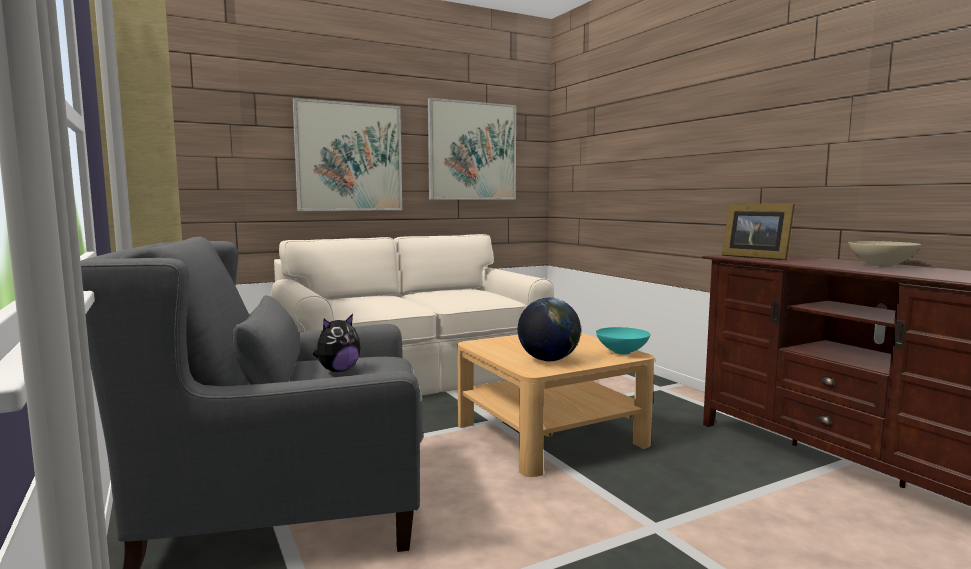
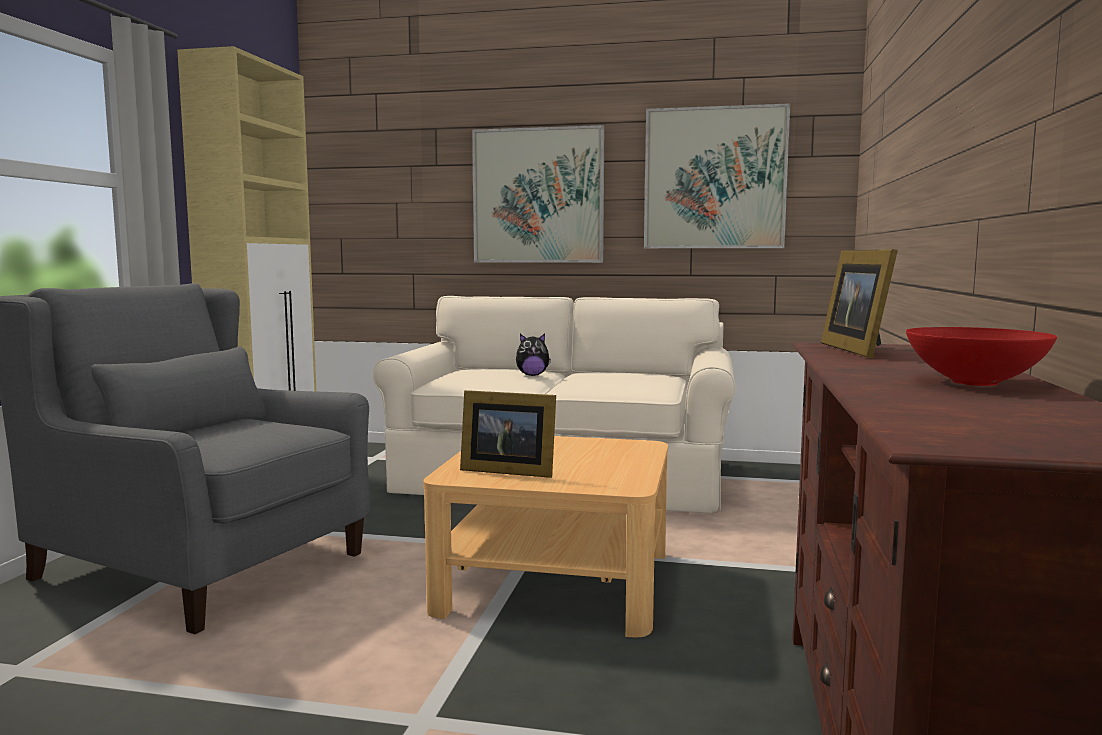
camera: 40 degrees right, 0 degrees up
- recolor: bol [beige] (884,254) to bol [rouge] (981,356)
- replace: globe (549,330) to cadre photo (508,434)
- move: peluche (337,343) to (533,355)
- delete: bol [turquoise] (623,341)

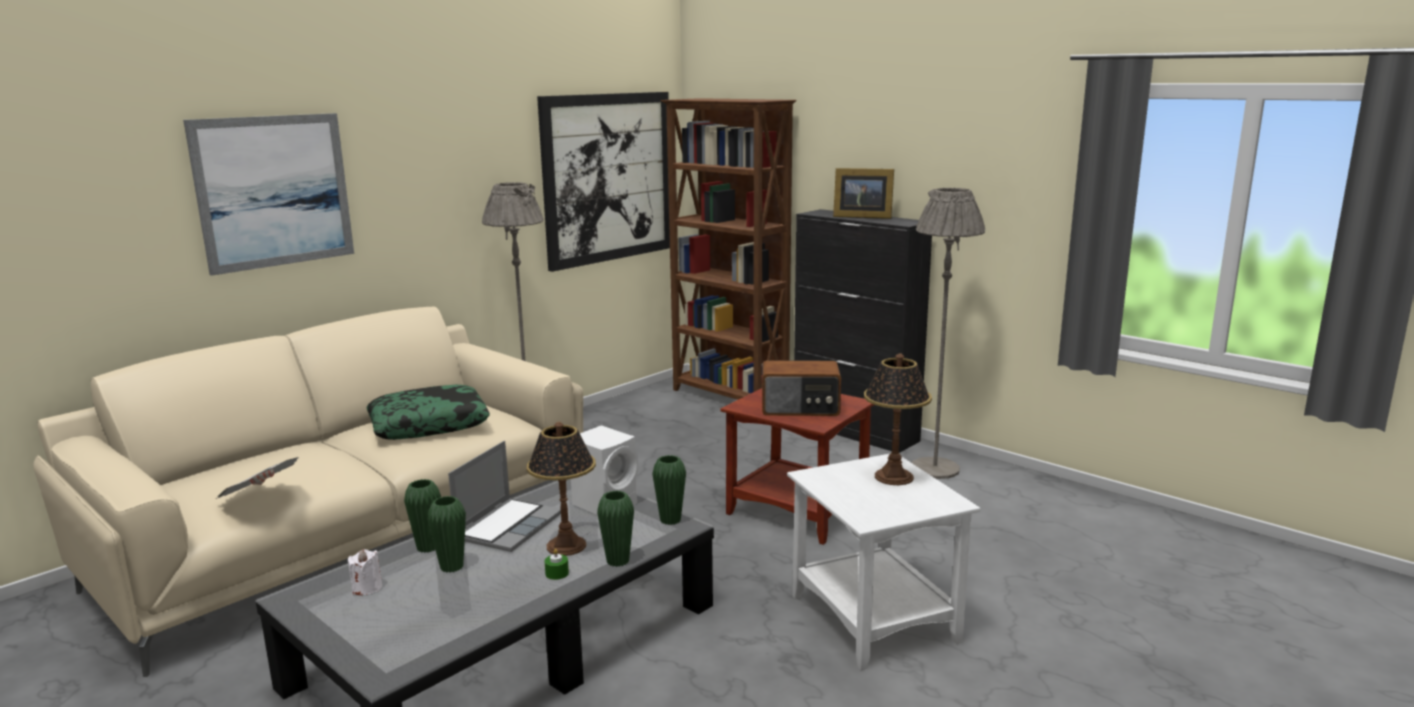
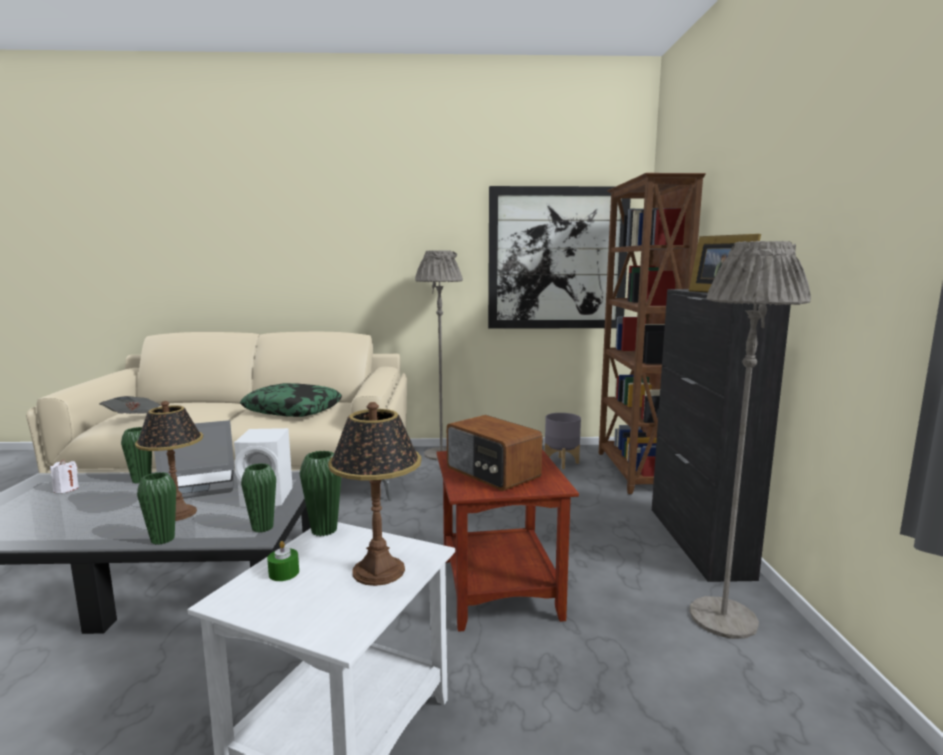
camera: 45 degrees right, 5 degrees down
- delete: tableau (268,194)
- move: vase [vert] (447,534) to (320,493)
- move: bougie [vert] (556,564) to (283,561)
- insert: cache-pot [gris] (563,441)

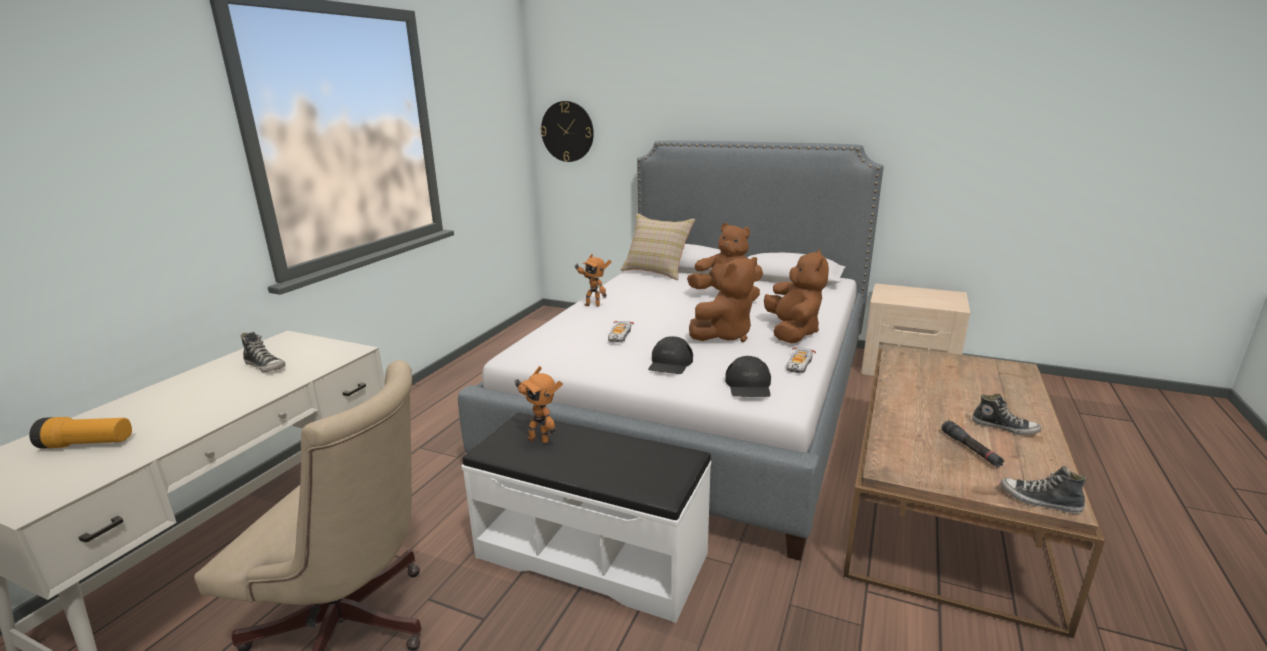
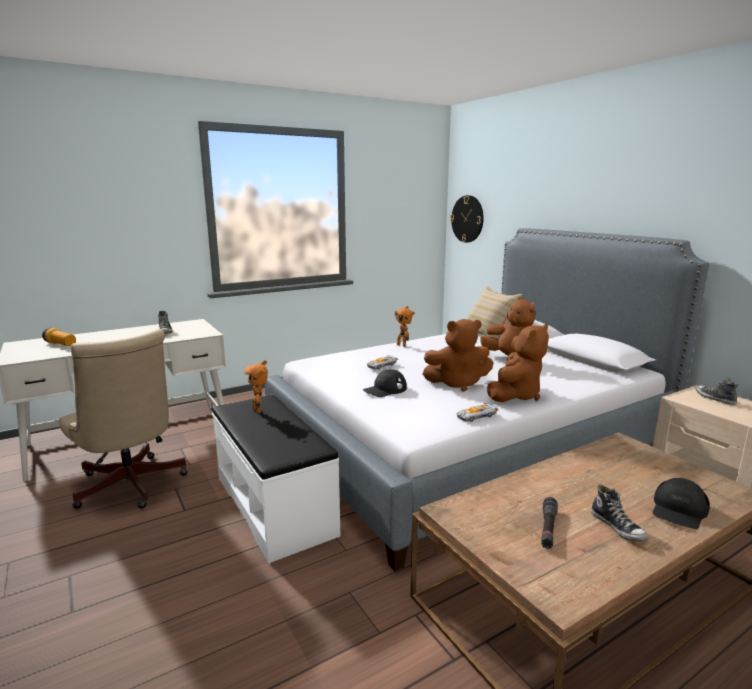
camera: 35 degrees right, 5 degrees down
- move: casquette [noir] (748,376) to (681,503)
- move: chaussure (1043,489) to (716,391)

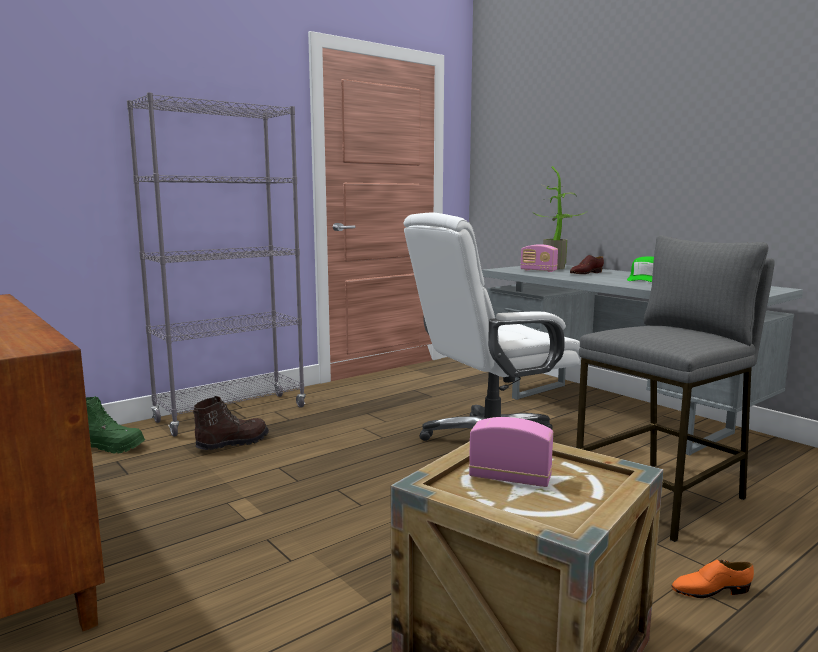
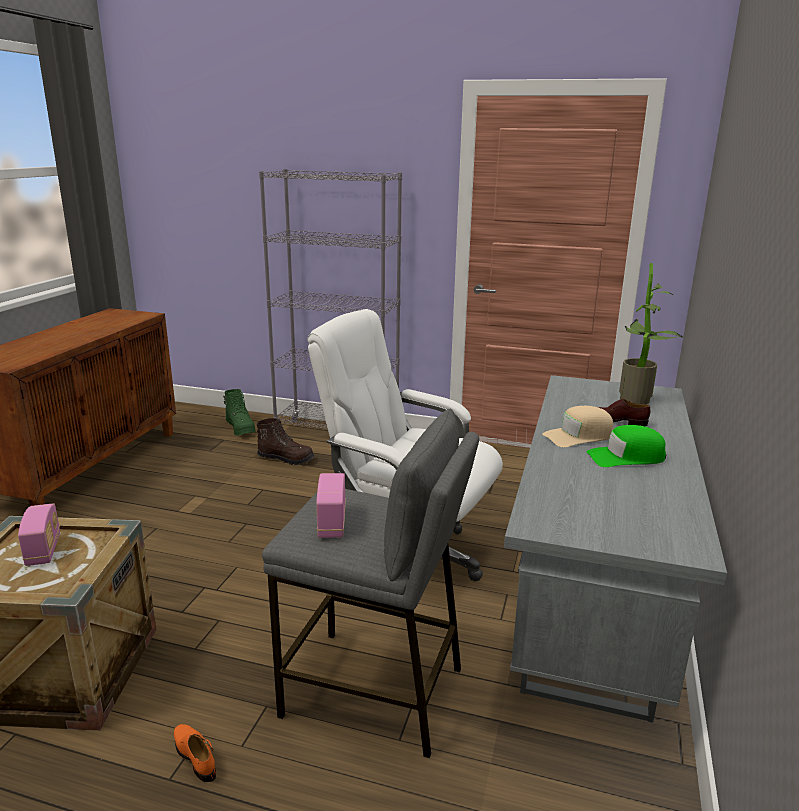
camera: 55 degrees right, 10 degrees up
- move: radio (539,258) to (331,505)
- insert: casquette [beige] (577,426)

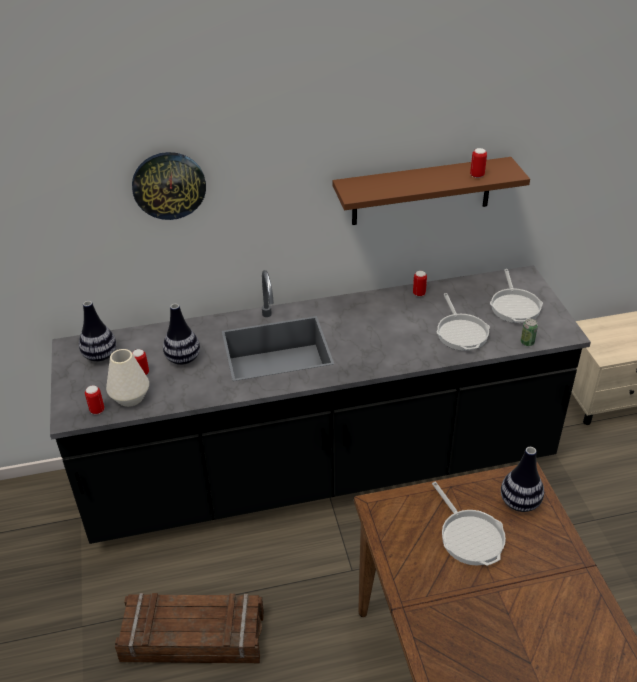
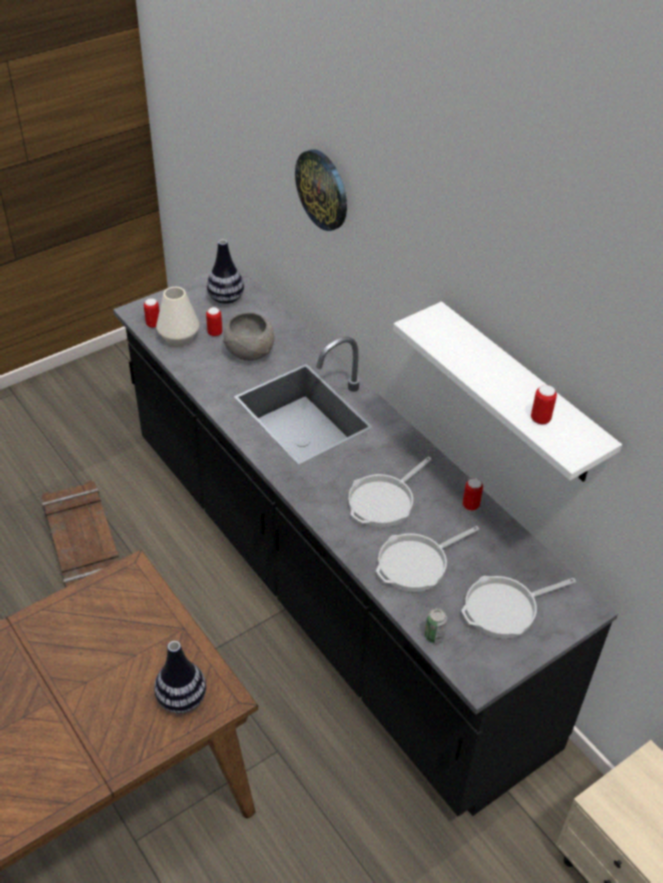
camera: 65 degrees right, 5 degrees up
- recolor: étagère [marron] (431,191) to étagère [blanc] (507,392)
- replace: vase (181,334) to bol [gris] (248,336)
- move: poêle (469,524) to (390,492)

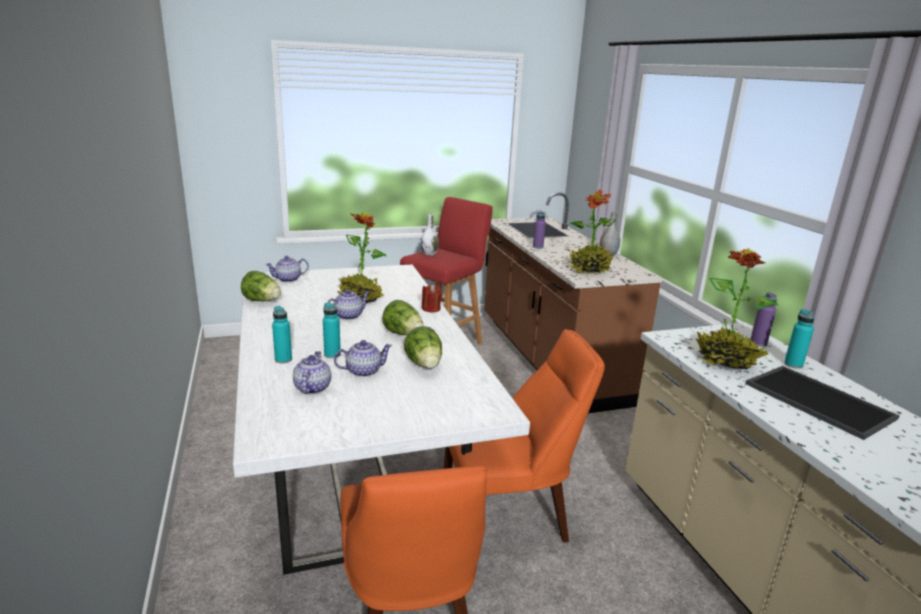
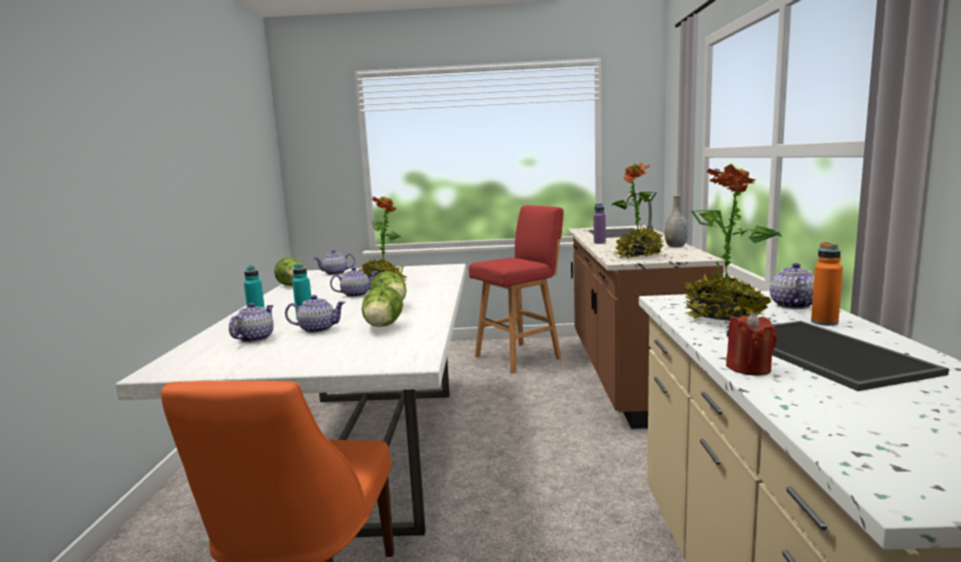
camera: 20 degrees right, 10 degrees down
- delete: vase [blanc] (430,234)
- move: bougie [rouge] (432,298) to (751,344)
- replace: bouteille [violet] (764,319) to théière (792,286)
- recolor: bouteille [turquoise] (799,339) to bouteille [orange] (827,284)
- delete: chaise [orange] (524,435)

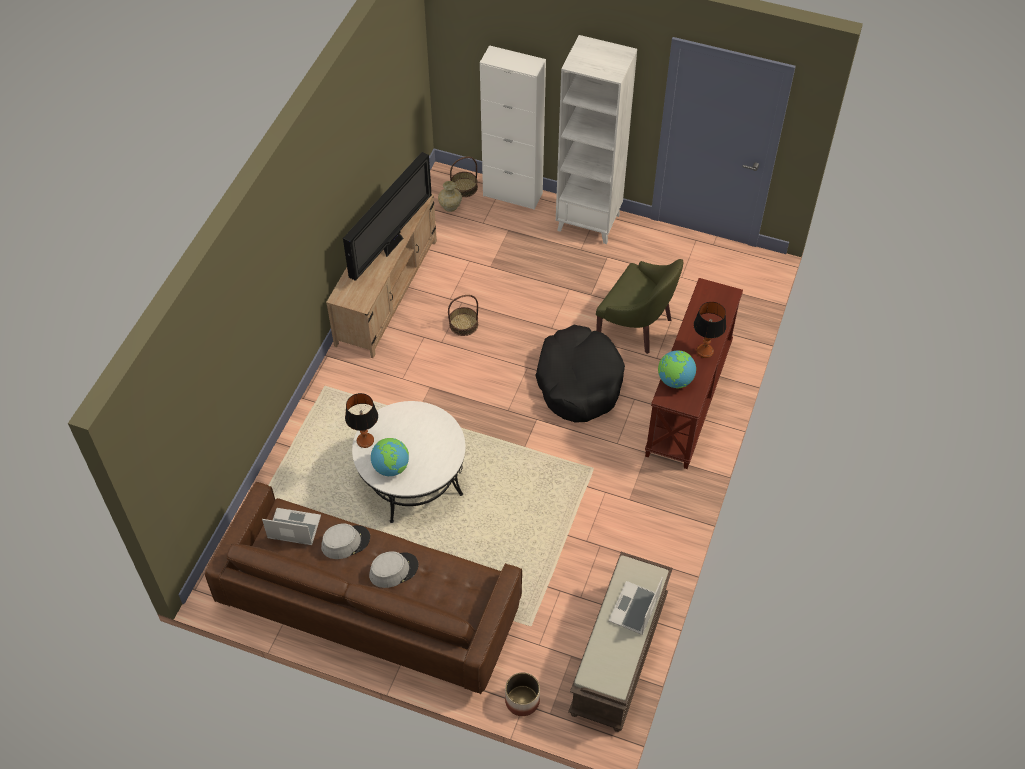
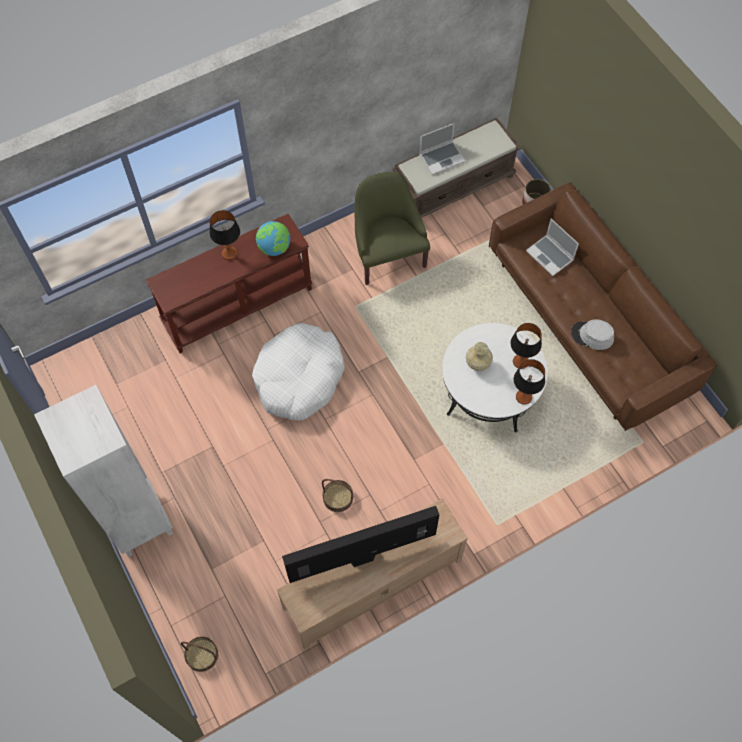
camera: 140 degrees left, 10 degrees up
- delete: meuble de rangement [blanc] (513,127)
- move: vase [beige] (450,196) to (479,356)
- move: fauteuil [vert] (640,306) to (392,228)
- recolor: panier pour chien [noir] (580,374) to panier pour chien [blanc] (298,372)
- replace: globe (390,457) to lampe de table (526,346)
- move: ordinateur portable (291,526) to (552,247)
- delete: chapeau [gris] (394,569)

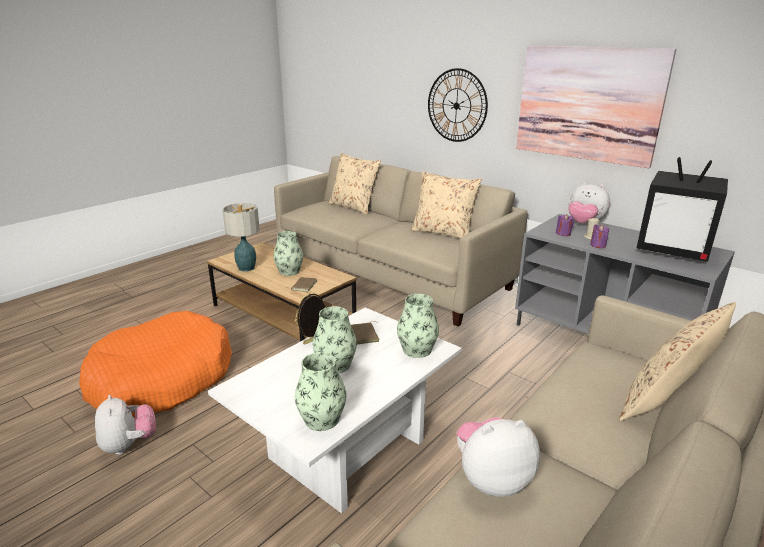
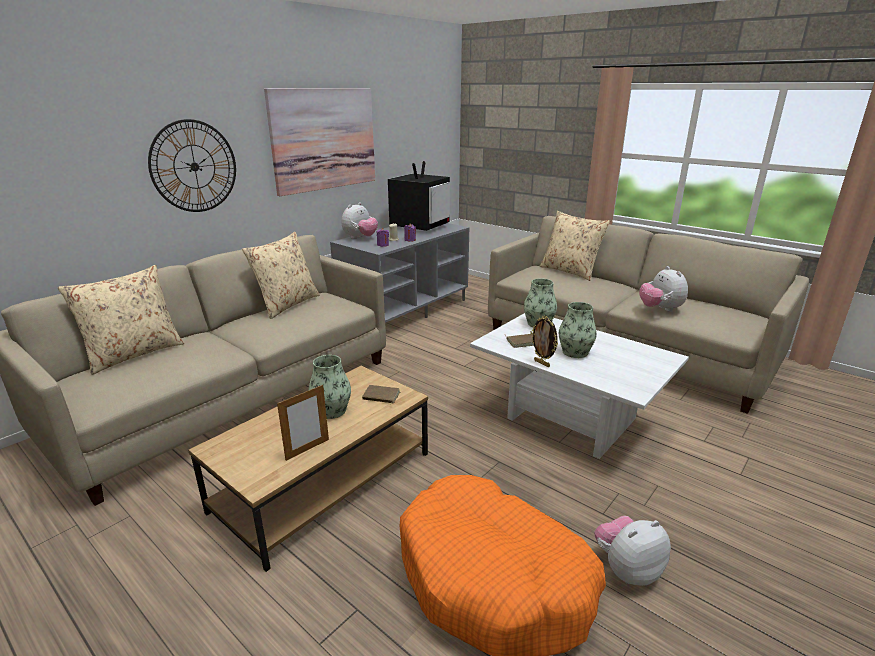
camera: 90 degrees left, 0 degrees up
- replace: lampe de table (241,237) to cadre photo (303,423)
- delete: vase (320,391)

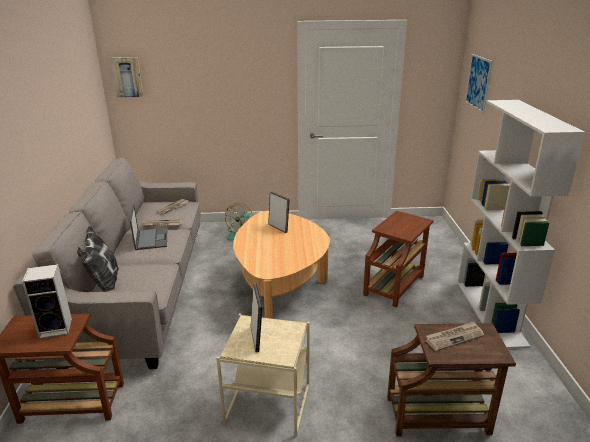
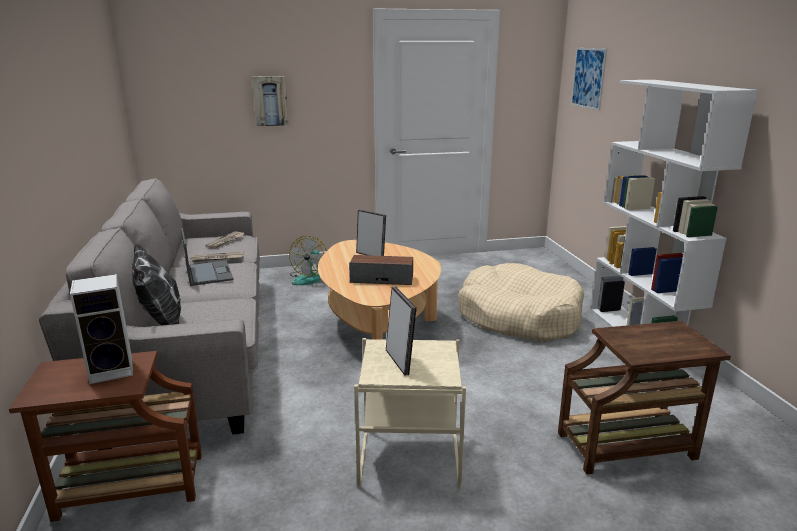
camera: 10 degrees left, 5 degrees down
- move: tableau (127,77) to (270,101)
- replace: table d'appoint [marron] (398,259) to panier pour chien [beige] (521,302)
- delete: journal (455,336)
- insert: enceinte (381,270)

